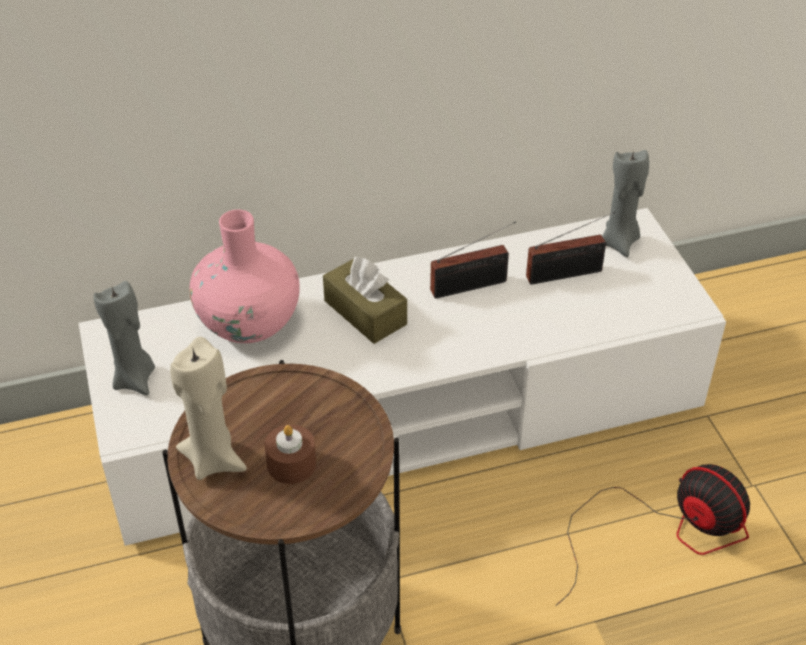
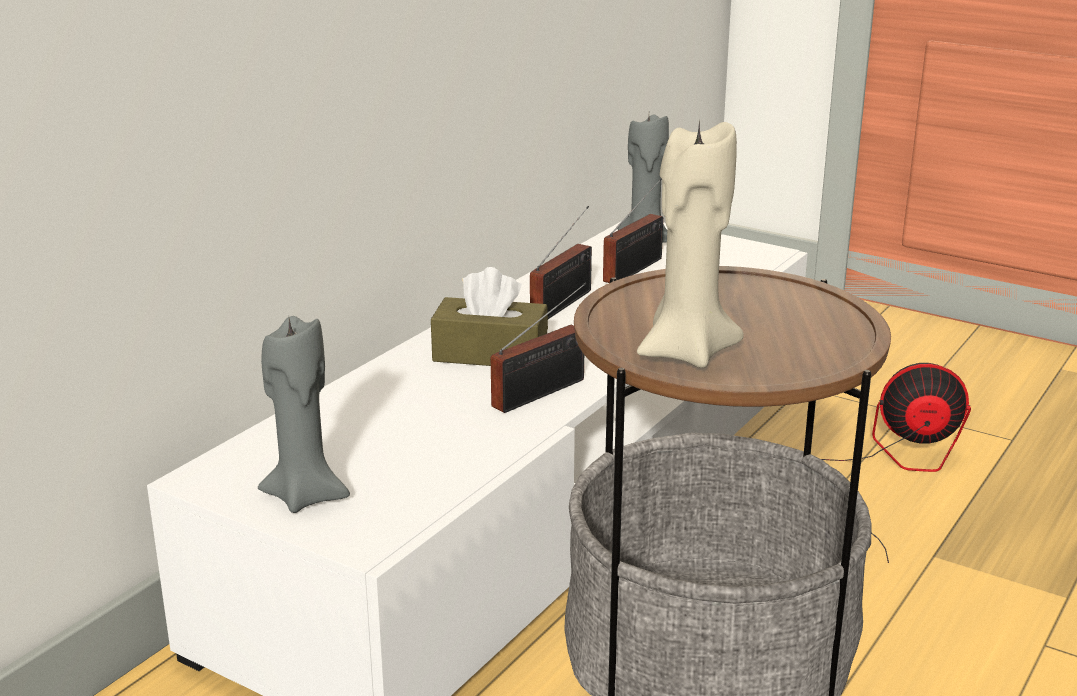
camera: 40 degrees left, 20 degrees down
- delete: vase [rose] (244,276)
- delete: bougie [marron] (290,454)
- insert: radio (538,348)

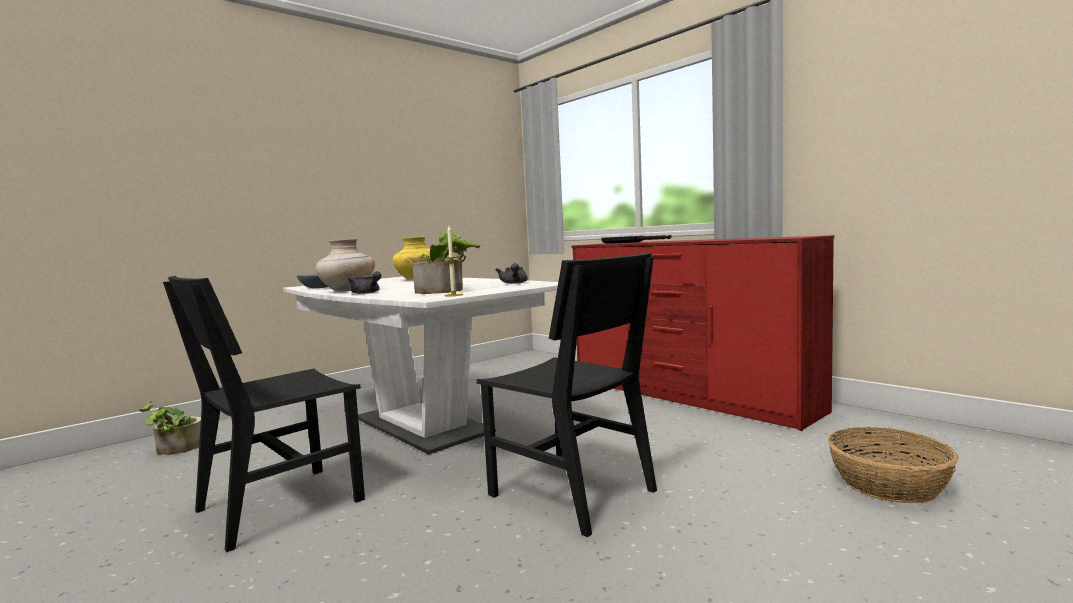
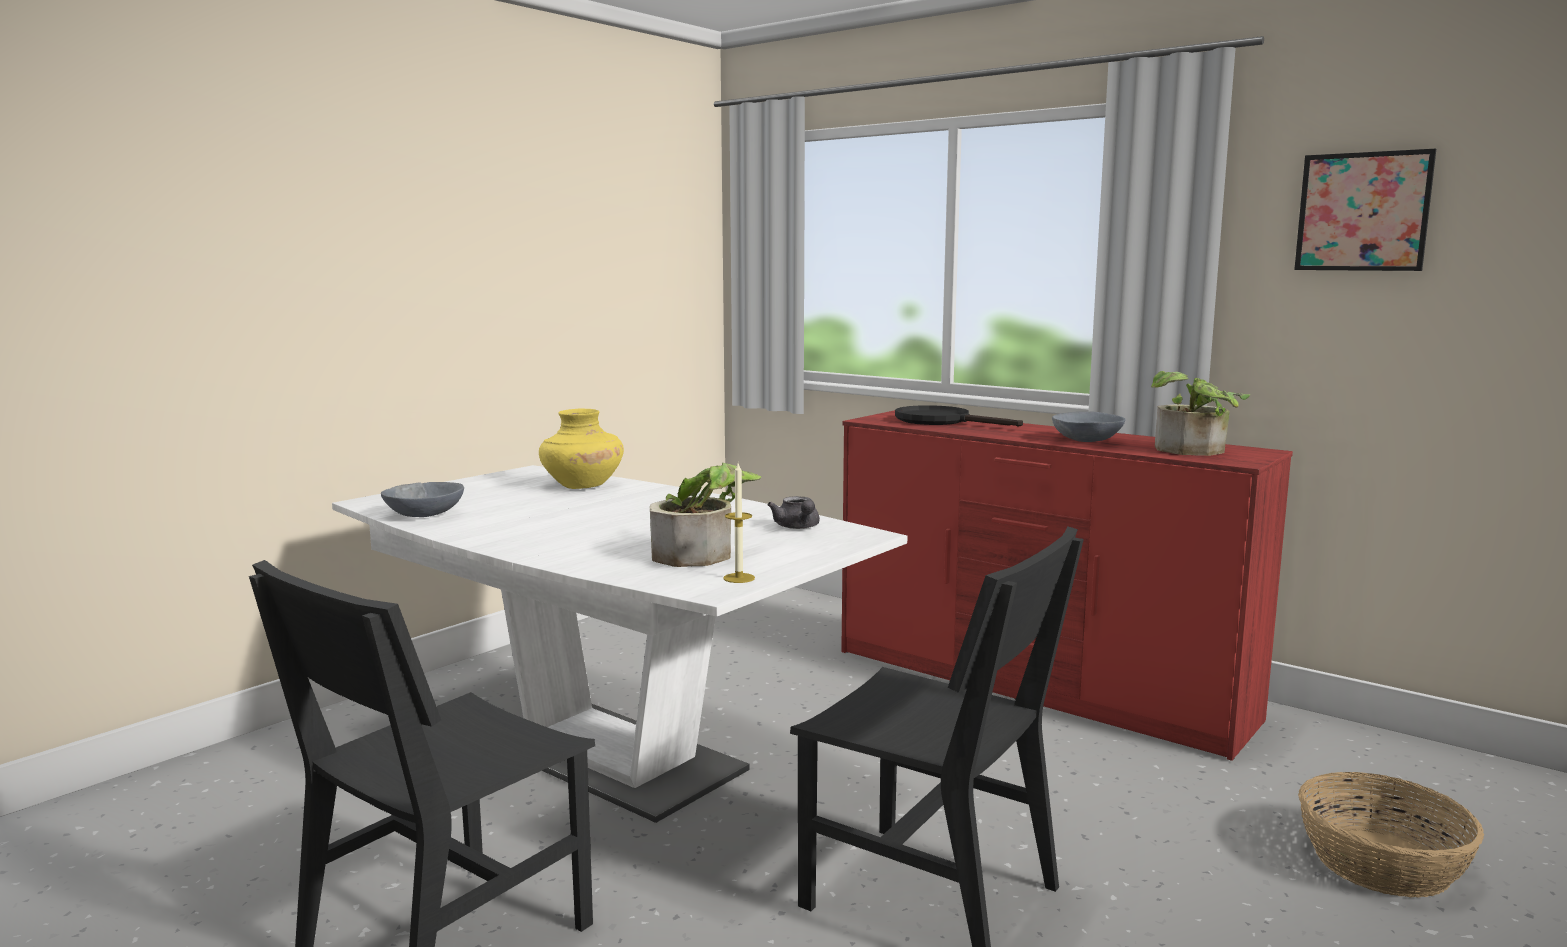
camera: 10 degrees left, 5 degrees up
- delete: vase [beige] (345,265)
- delete: théière [gris] (364,282)
- move: plante en pot (170,428) to (1200,413)
- insert: tableau (1365,210)
- insert: bol [gris] (1088,426)

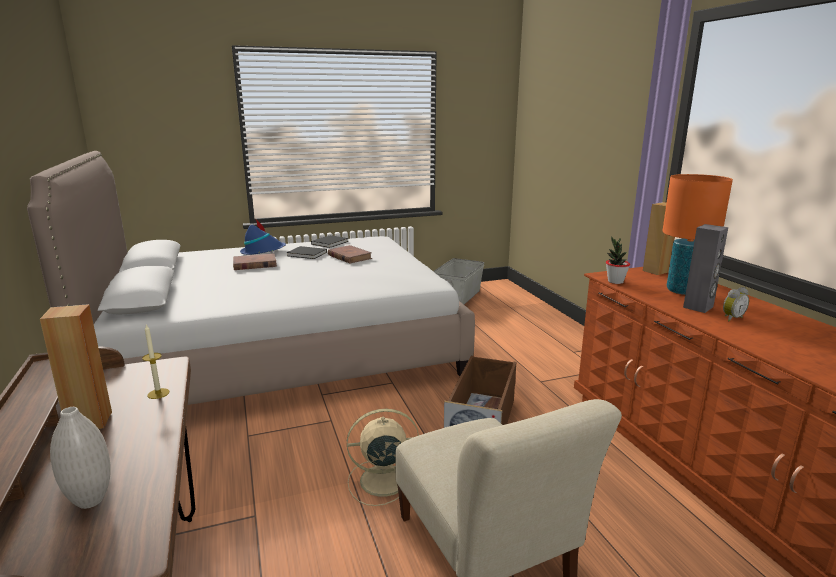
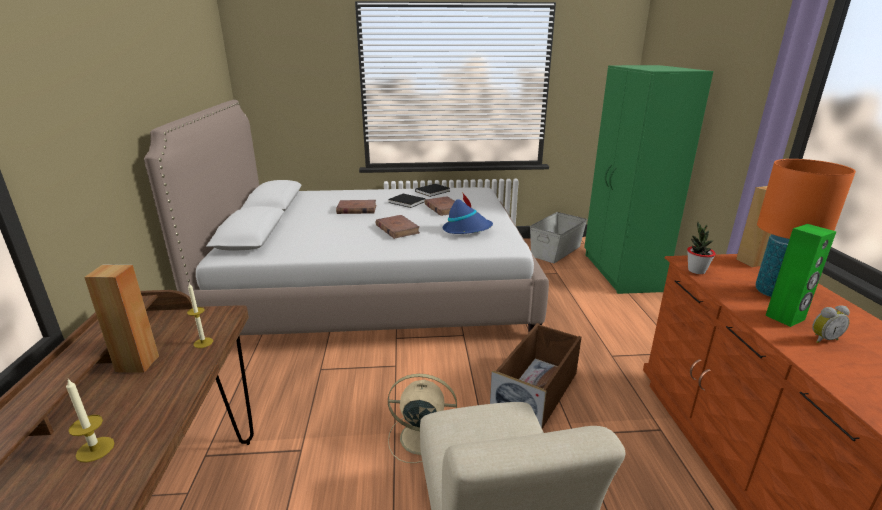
camera: 15 degrees right, 5 degrees up
- move: chapeau [bleu] (263,237) to (468,213)
- recolor: enceinte [gris] (705,268) to enceinte [vert] (800,275)
- replace: vase [blanc] (80,458) to bougie (90,420)
- insert: armoire [vert] (648,179)
- insert: livre [marron] (398,227)

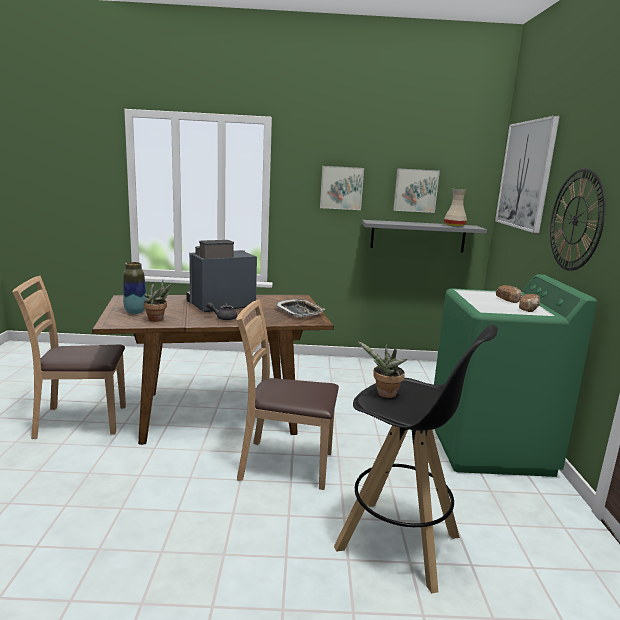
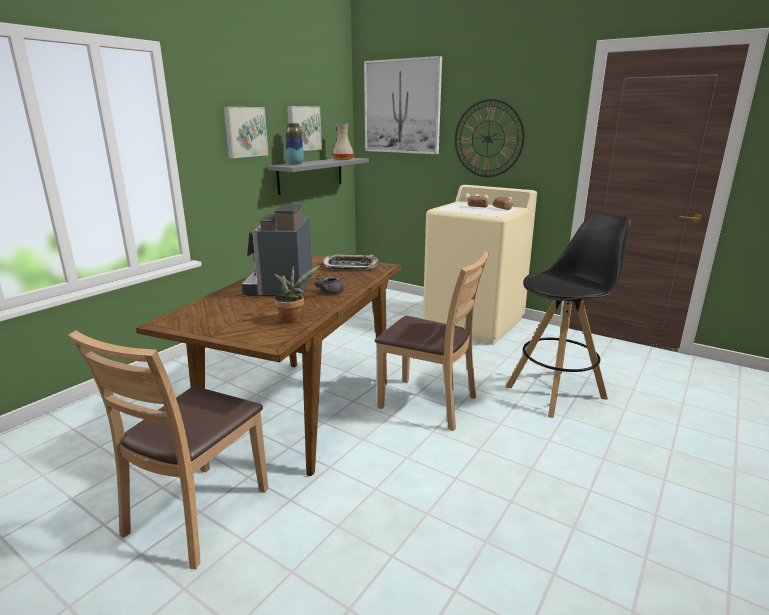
camera: 55 degrees left, 5 degrees up
- move: vase (135,288) to (295,144)
- recolor: lave-linge [vert] (515,375) to lave-linge [beige] (480,265)
- rotate: chaise [marron] (287,395) = (432,341) 105 degrees counterclockwise
- delete: plante en pot (382,369)

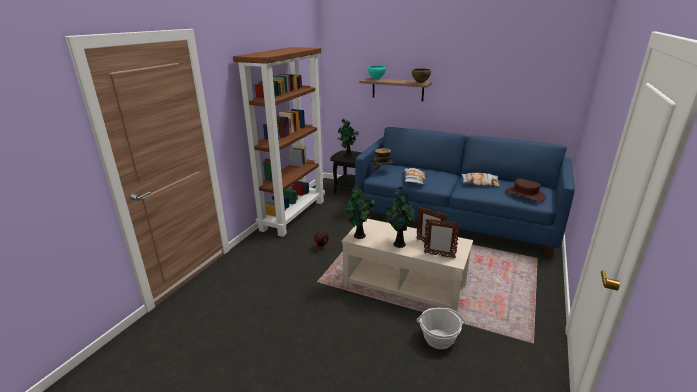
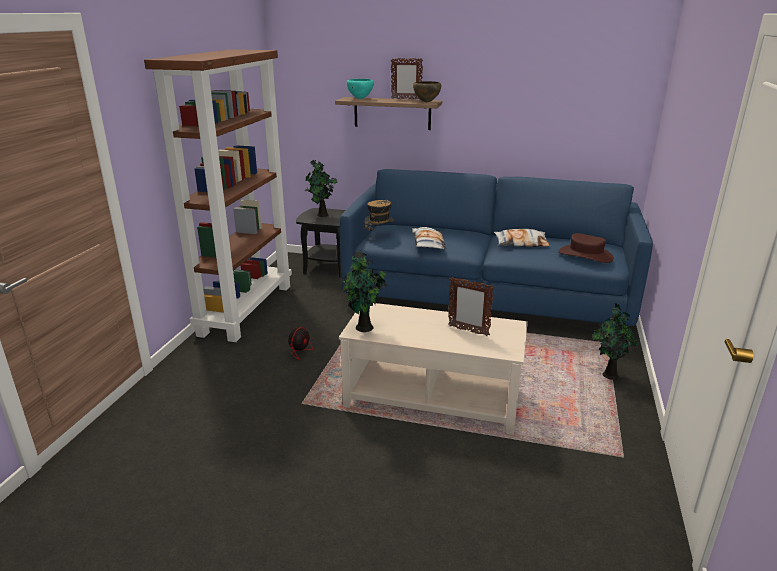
camera: 10 degrees left, 0 degrees up
- move: plante en pot (400,217) to (615,342)
- move: cadre photo (442,238) to (407,79)
- delete: panier (441,328)

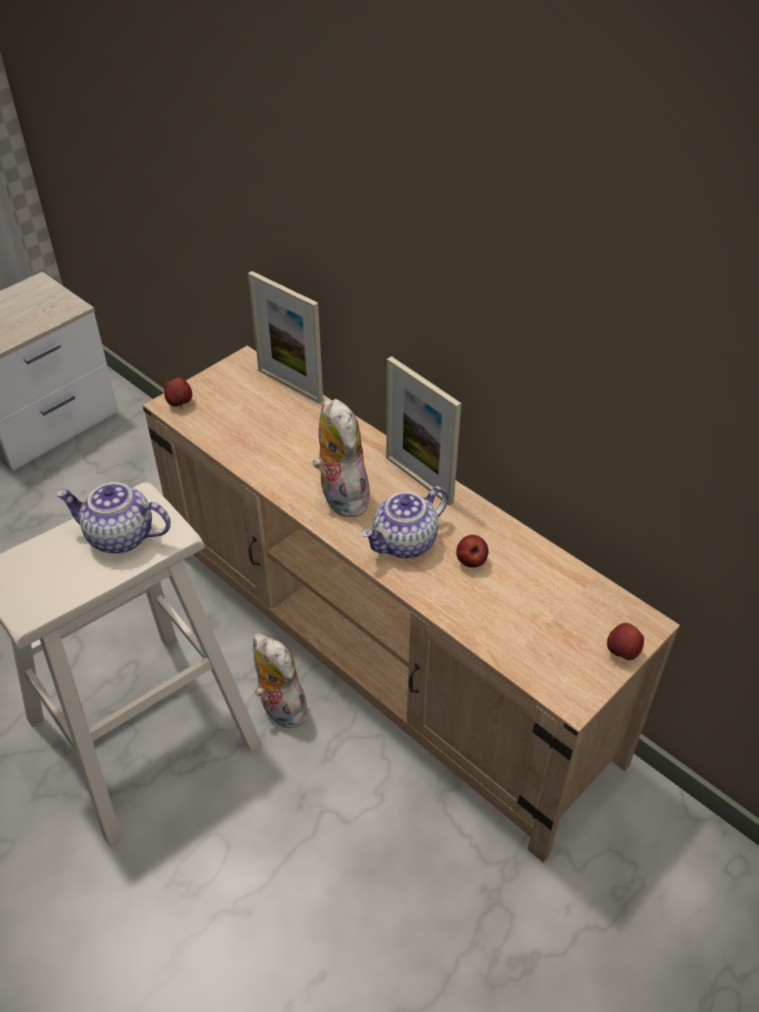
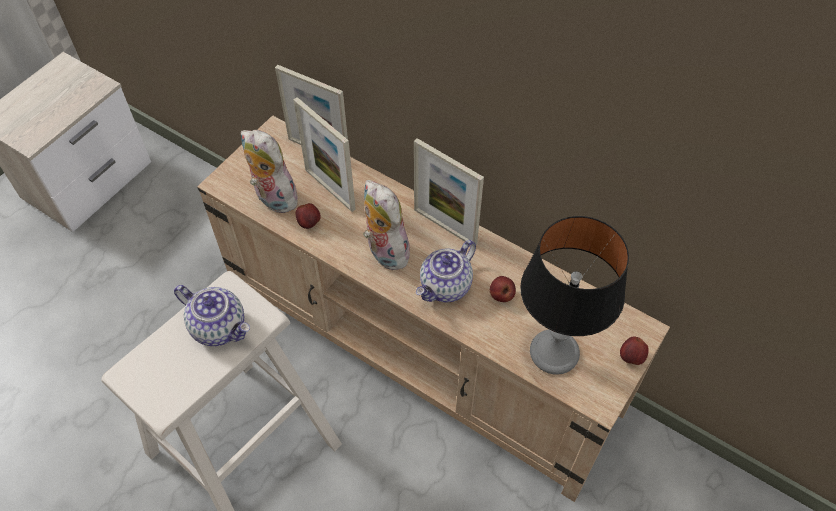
camera: 10 degrees left, 10 degrees up
- move: pomme (178,392) to (308,216)
- rotate: théière (113,518) = (212,315) 150 degrees counterclockwise
- move: peluche (280,680) to (270,171)
- insert: cadre photo (324,154)
- insert: lampe de table (574,295)

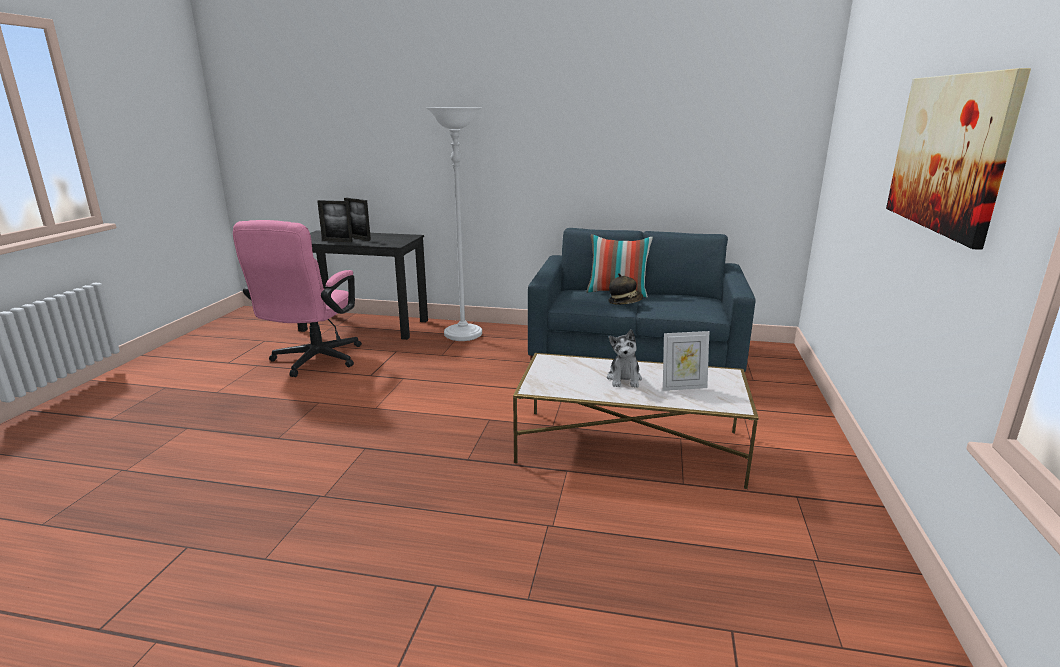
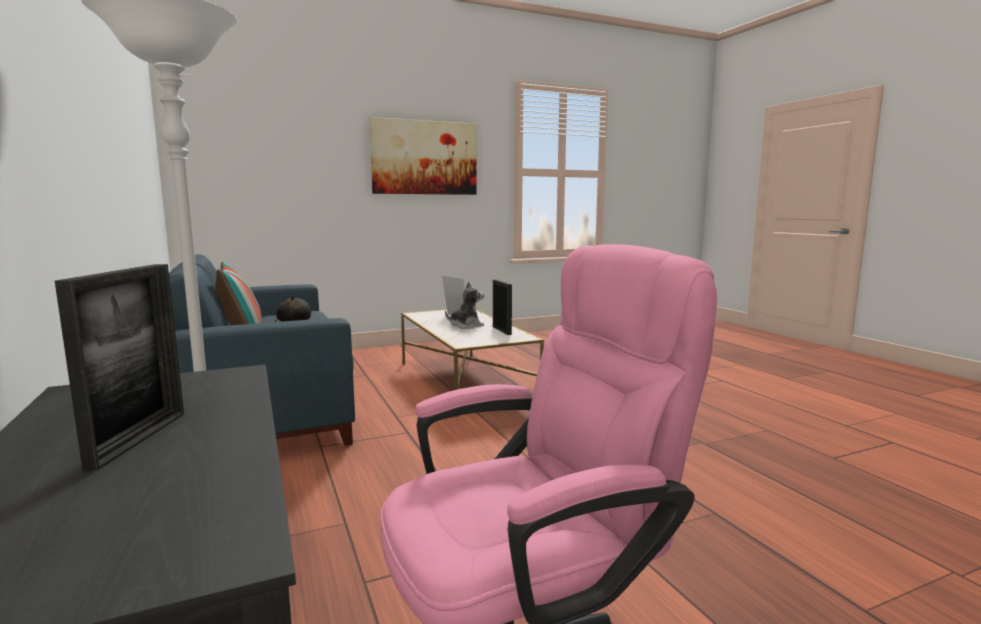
camera: 125 degrees left, 10 degrees down
- move: cadre photo (335,221) to (502,307)

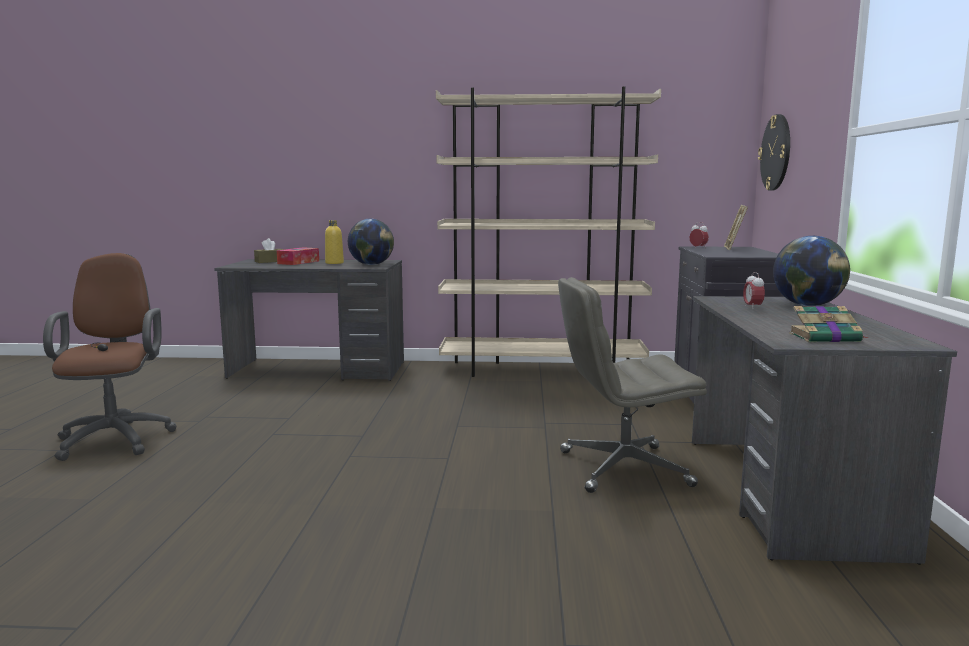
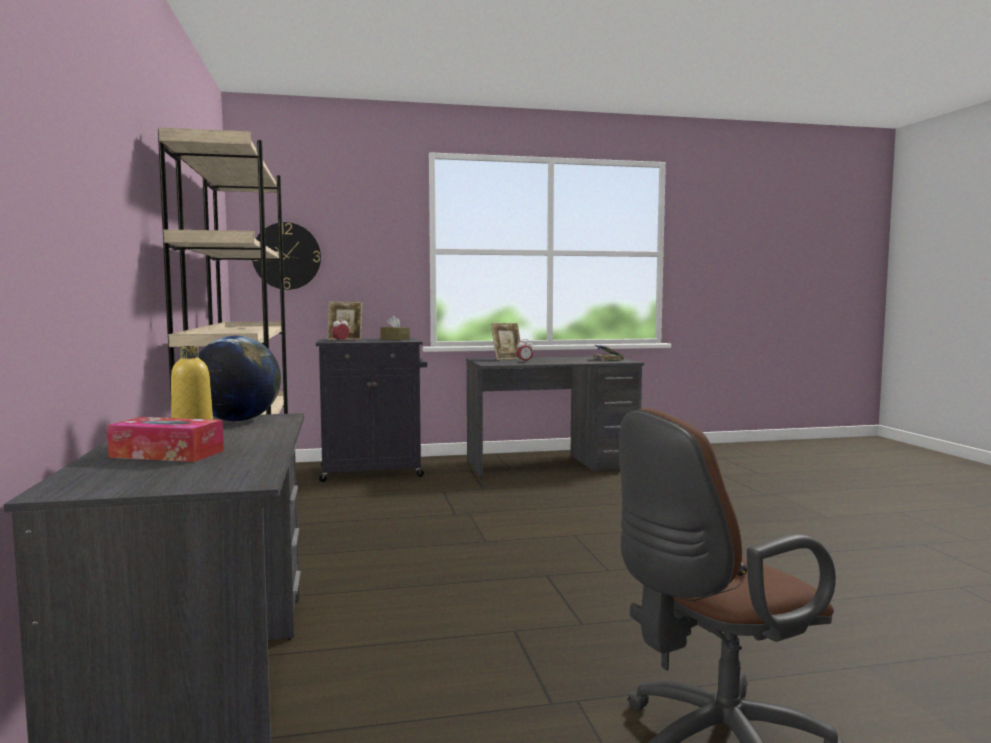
camera: 105 degrees left, 5 degrees down
- replace: globe (811,271) to cadre photo (506,341)
- move: boîte à mouchoirs [marron] (269,250) to (395,328)
- delete: chaise de bureau [gris] (632,385)

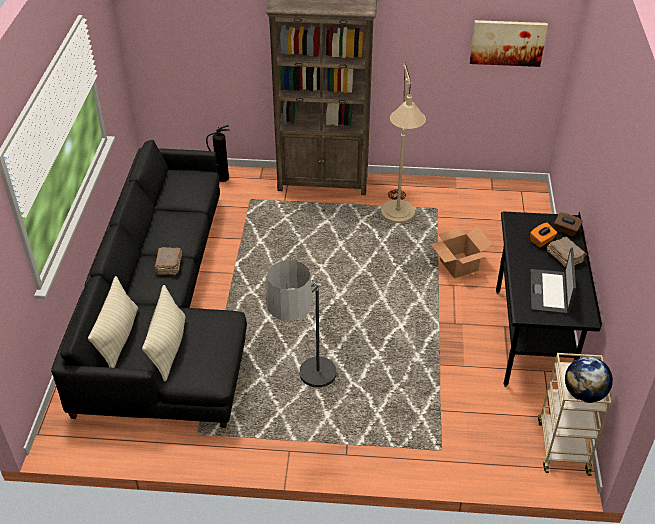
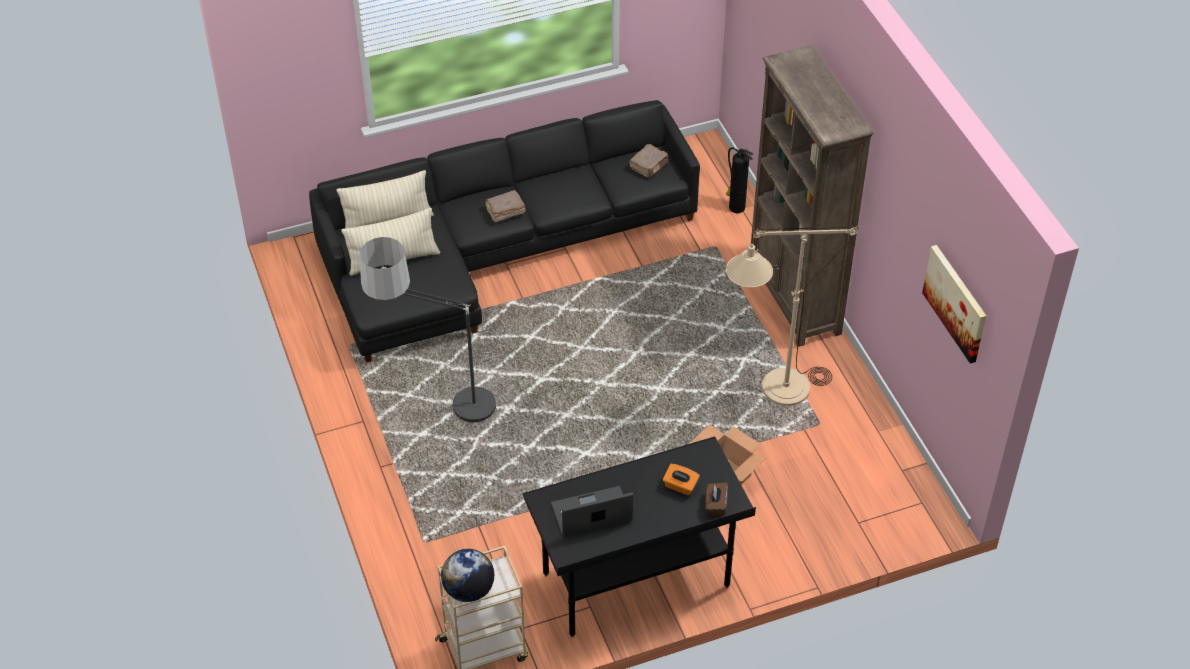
camera: 65 degrees right, 5 degrees up
- move: livre [marron] (567,252) to (649,161)

